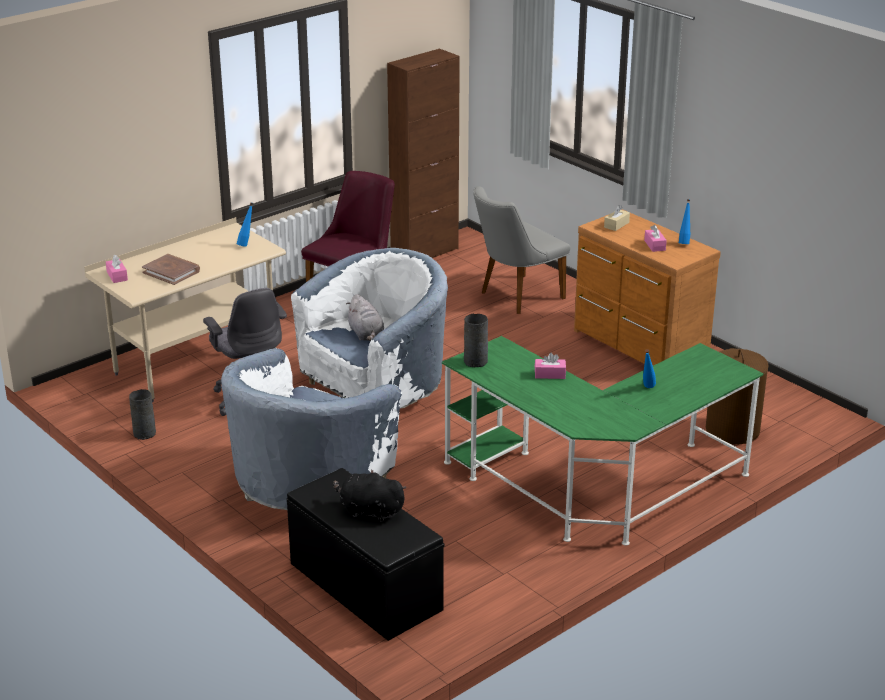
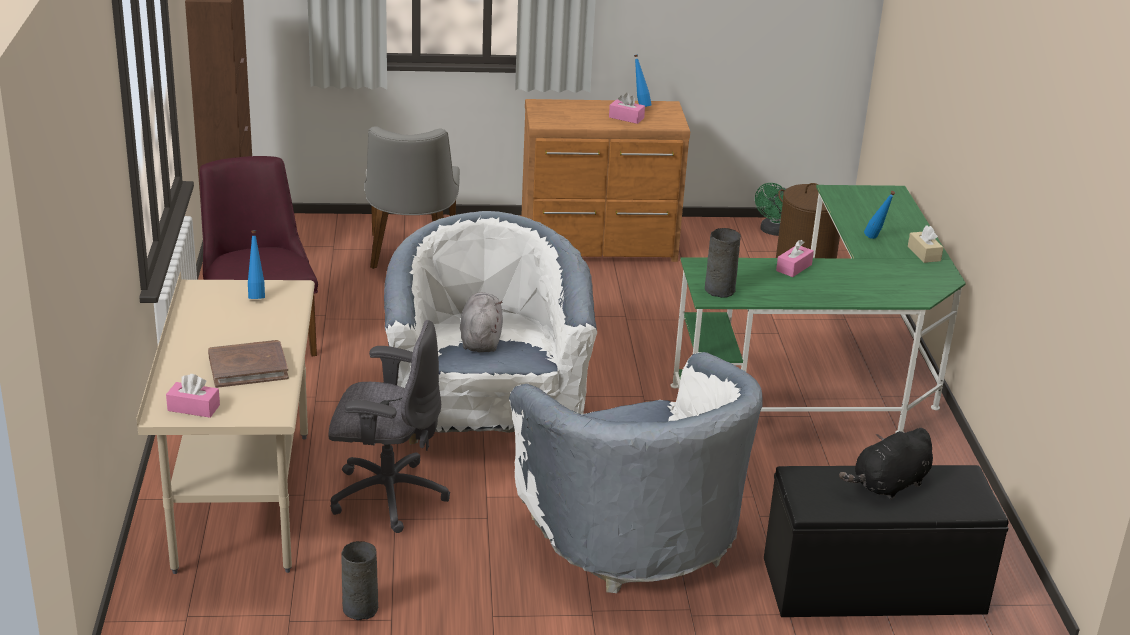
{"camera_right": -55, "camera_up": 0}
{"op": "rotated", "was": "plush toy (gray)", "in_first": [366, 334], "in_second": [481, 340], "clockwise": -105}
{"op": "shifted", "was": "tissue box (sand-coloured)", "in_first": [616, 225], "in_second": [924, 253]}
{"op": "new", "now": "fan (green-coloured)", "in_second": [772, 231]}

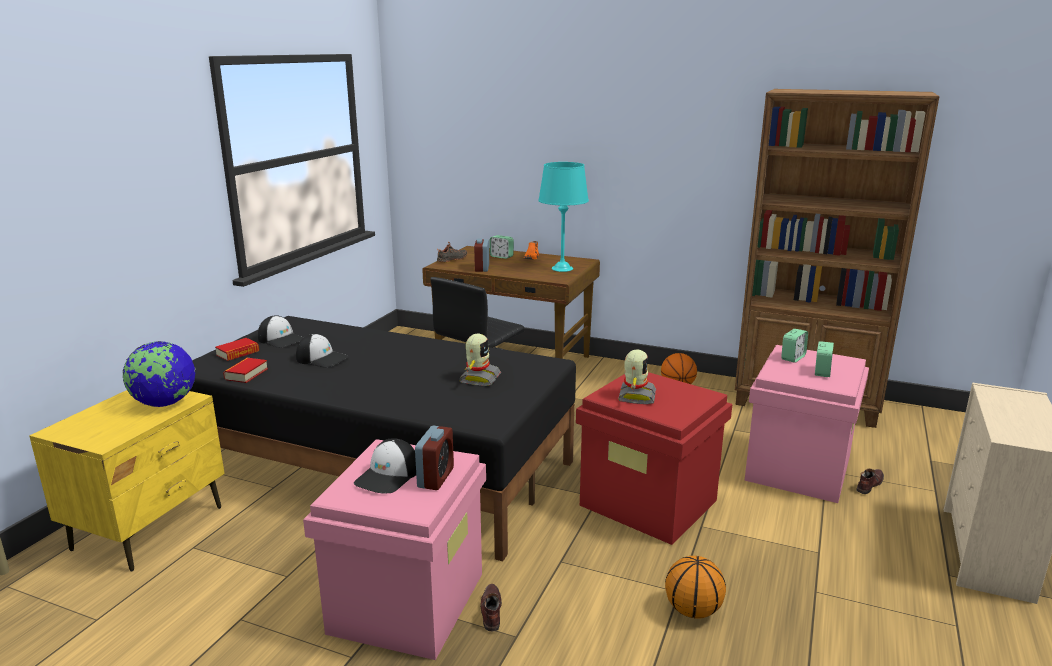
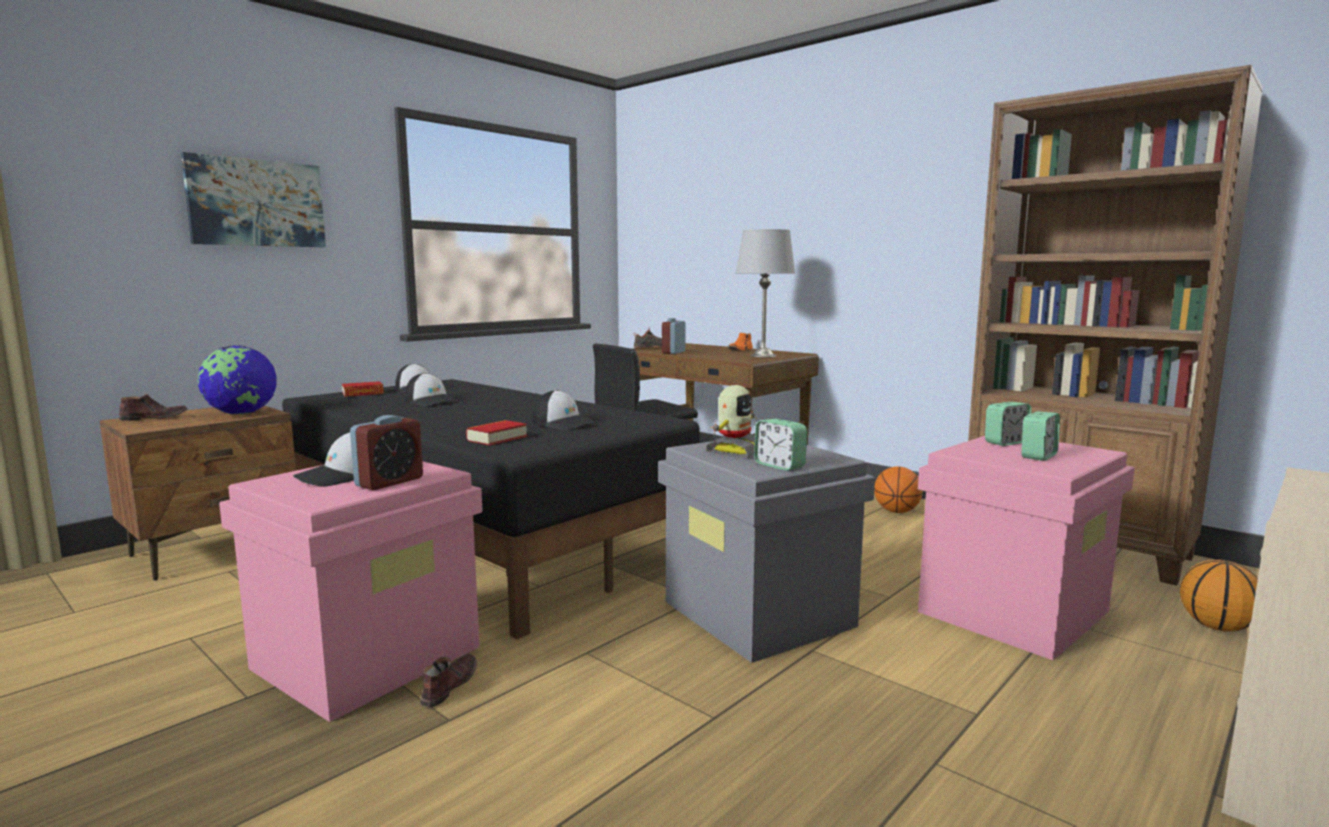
{"camera_right": 20, "camera_up": -10}
{"op": "repainted", "was": "bedside table (yellow-coloured)", "now": "bedside table (brownish)", "in_first": [150, 527], "in_second": [214, 550]}
{"op": "shifted", "was": "volume", "in_first": [246, 374], "in_second": [497, 438]}
{"op": "swapped", "was": "robot figure", "now": "peaked cap", "in_first": [479, 378], "in_second": [564, 423]}
{"op": "shifted", "was": "alarm clock", "in_first": [501, 256], "in_second": [779, 466]}
{"op": "repainted", "was": "tabletop lamp (turquoise-coloured)", "now": "tabletop lamp (gray)", "in_first": [562, 268], "in_second": [763, 356]}
{"op": "repainted", "was": "storage container (red)", "now": "storage container (gray)", "in_first": [649, 503], "in_second": [760, 614]}
{"op": "shifted", "was": "ball for basketball", "in_first": [692, 610], "in_second": [1216, 627]}
{"op": "shifted", "was": "shoe (brownish)", "in_first": [869, 484], "in_second": [154, 418]}
{"op": "new", "now": "picture", "in_second": [256, 203]}

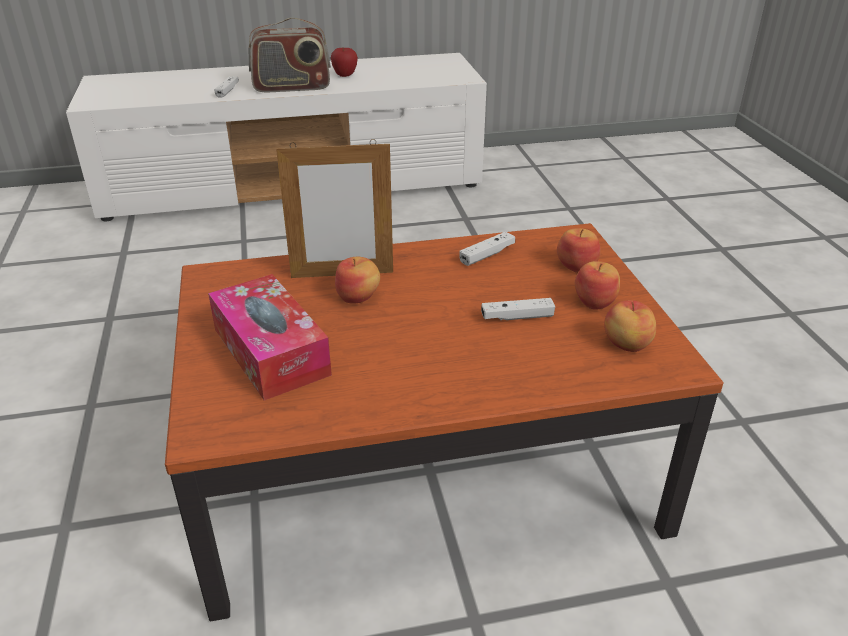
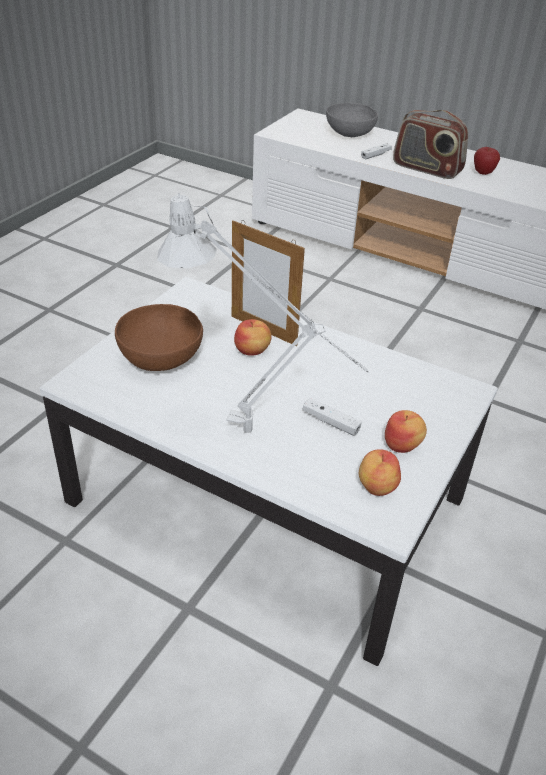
{"camera_right": 40, "camera_up": 5}
{"op": "repainted", "was": "coffee table (brownish)", "now": "coffee table (whitish)", "in_first": [424, 466], "in_second": [268, 500]}
{"op": "swapped", "was": "tissue box", "now": "serving bowl (brownish)", "in_first": [271, 351], "in_second": [160, 356]}
{"op": "gone", "was": "joypad (whitish)", "in_first": [487, 255]}
{"op": "gone", "was": "whole apple", "in_first": [577, 266]}
{"op": "new", "now": "tabletop lamp (gray)", "in_second": [260, 435]}
{"op": "new", "now": "serving bowl (gray)", "in_second": [349, 133]}

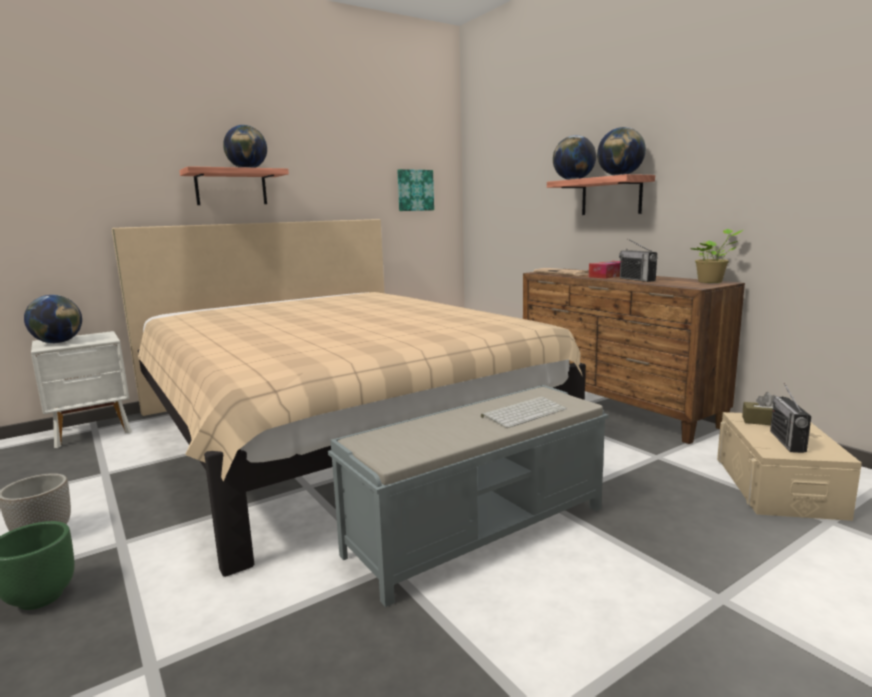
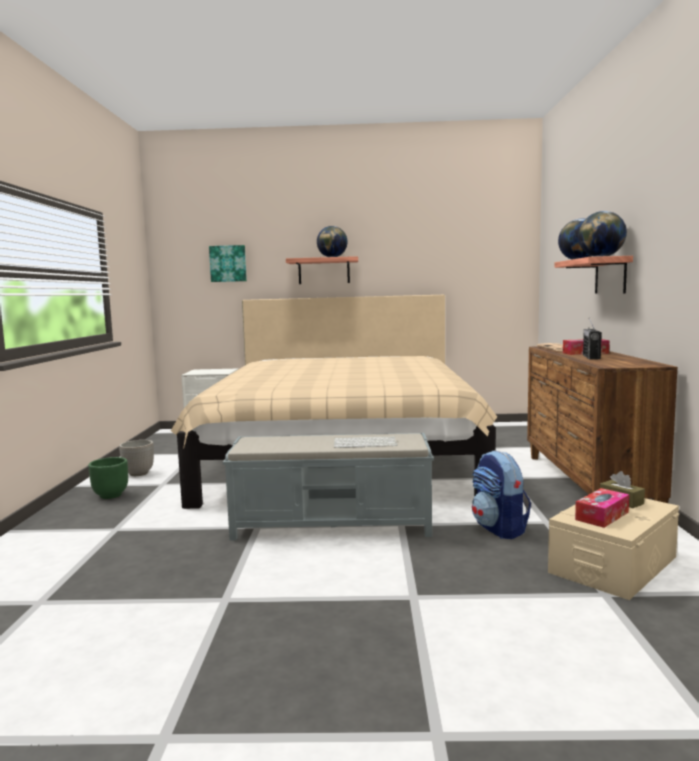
{"camera_right": 35, "camera_up": -5}
{"op": "gone", "was": "globe", "in_first": [58, 342]}
{"op": "shifted", "was": "picture", "in_first": [415, 190], "in_second": [228, 263]}
{"op": "gone", "was": "potted plant", "in_first": [712, 282]}
{"op": "swapped", "was": "radio set", "now": "tissue box", "in_first": [787, 441], "in_second": [602, 516]}
{"op": "new", "now": "knapsack", "in_second": [499, 529]}

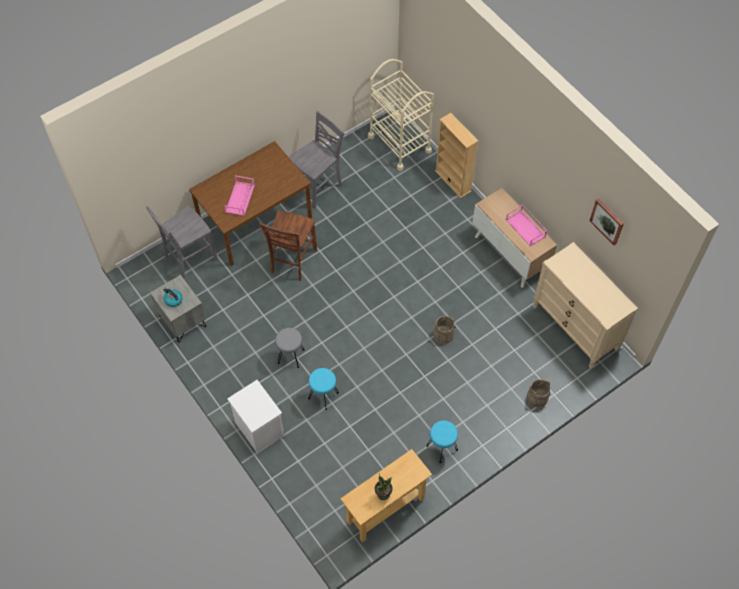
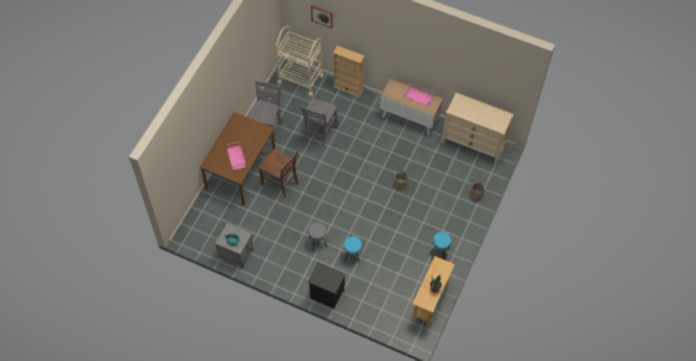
{"camera_right": -30, "camera_up": 0}
{"op": "shifted", "was": "plain chair (gray)", "in_first": [189, 258], "in_second": [319, 133]}
{"op": "repainted", "was": "bedside table (whitish)", "now": "bedside table (black)", "in_first": [258, 429], "in_second": [326, 294]}
{"op": "rotated", "was": "plain chair (brownish)", "in_first": [292, 261], "in_second": [280, 184], "clockwise": -45}
{"op": "shifted", "was": "picture", "in_first": [607, 221], "in_second": [322, 15]}

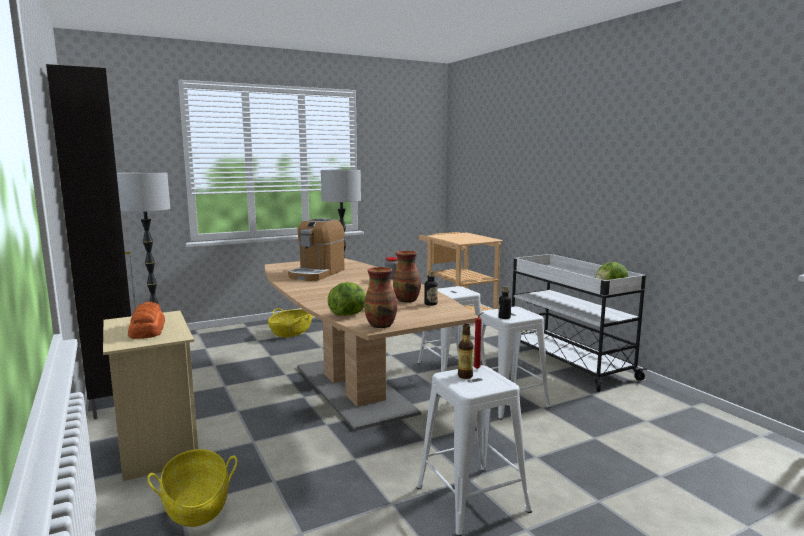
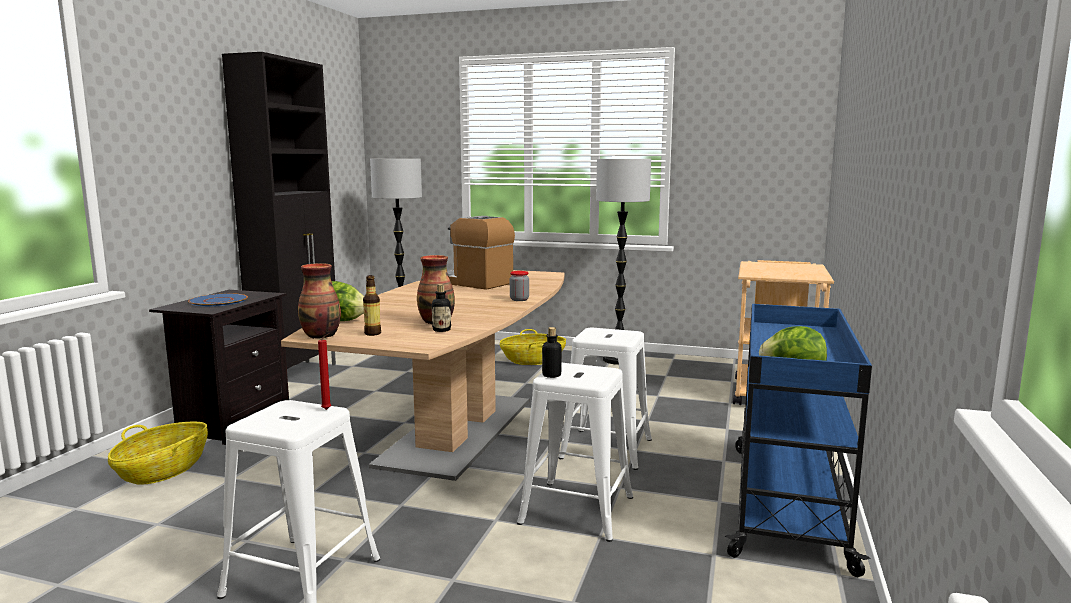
{"camera_right": 45, "camera_up": 0}
{"op": "repainted", "was": "bedside table (sand-coloured)", "now": "bedside table (black)", "in_first": [157, 450], "in_second": [232, 422]}
{"op": "swapped", "was": "baked bread", "now": "dinner plate (blue)", "in_first": [147, 329], "in_second": [218, 301]}
{"op": "rotated", "was": "coffee machine", "in_first": [317, 273], "in_second": [473, 283], "clockwise": 60}
{"op": "shifted", "was": "beverage bottle", "in_first": [465, 376], "in_second": [372, 333]}
{"op": "repainted", "was": "trolley (whitish)", "now": "trolley (blue)", "in_first": [566, 362], "in_second": [787, 502]}

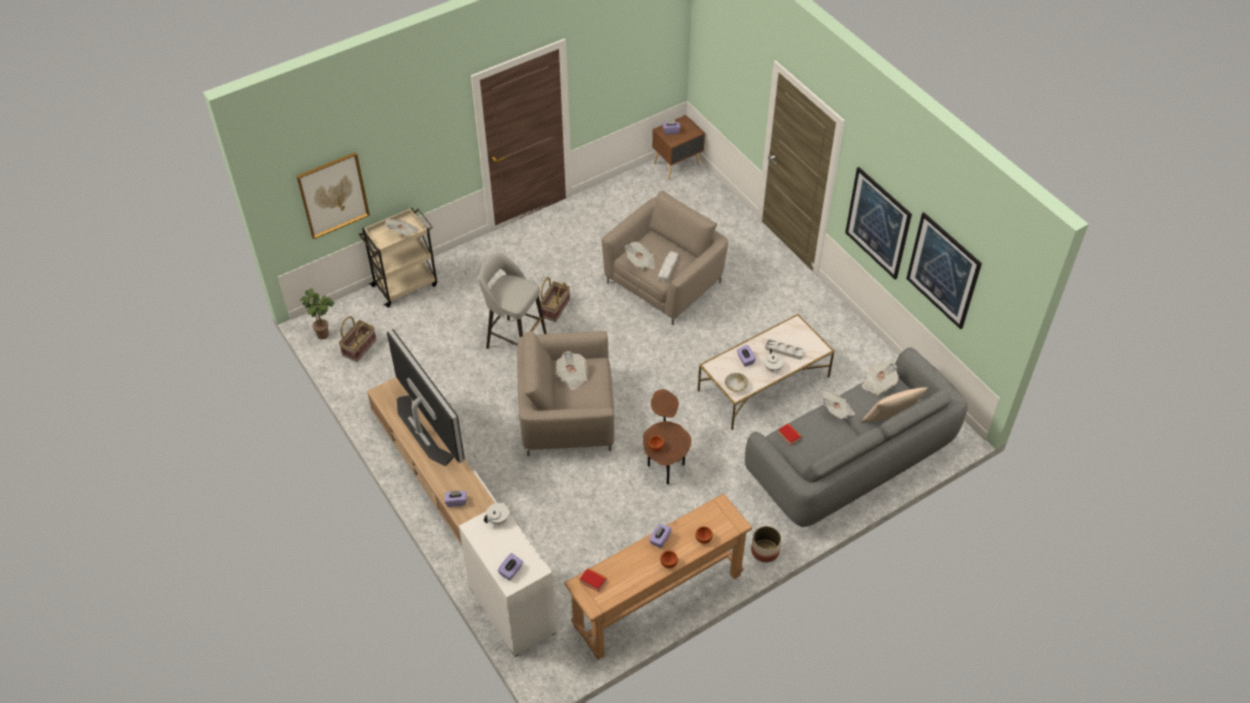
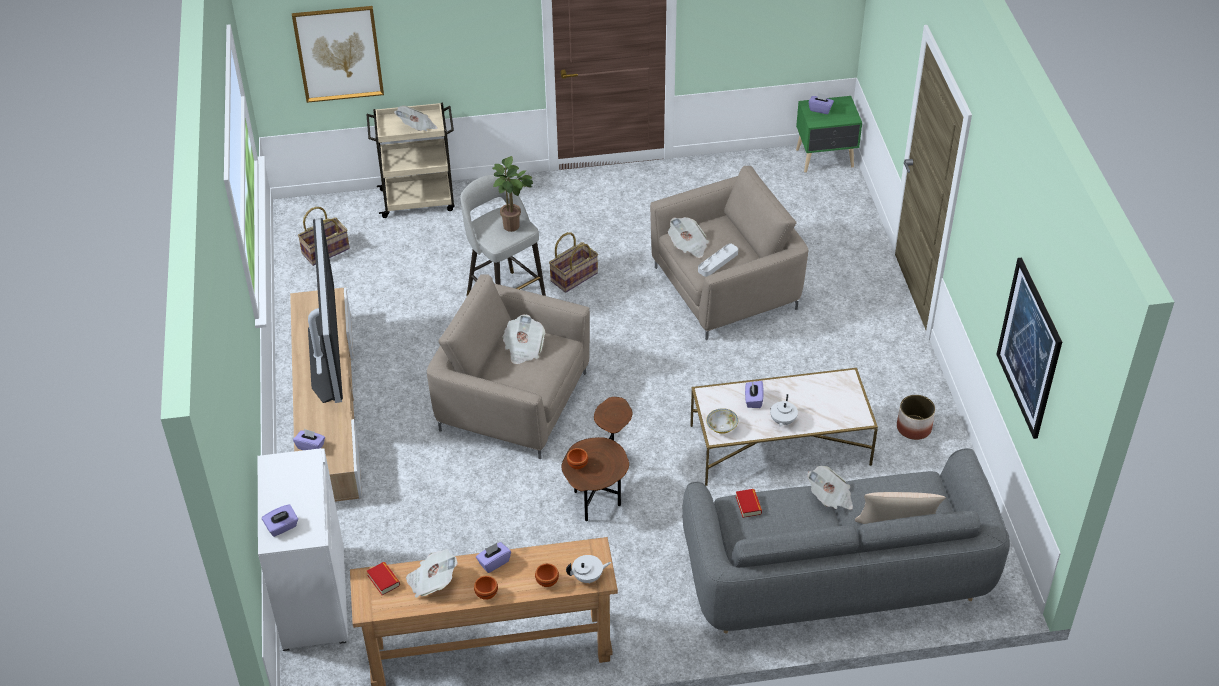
{"camera_right": 25, "camera_up": -5}
{"op": "shifted", "was": "potted plant", "in_first": [325, 335], "in_second": [513, 227]}
{"op": "shifted", "was": "pot for tea (whitish)", "in_first": [498, 519], "in_second": [588, 577]}
{"op": "repainted", "was": "bedside table (brownish)", "now": "bedside table (green-coloured)", "in_first": [677, 164], "in_second": [826, 159]}
{"op": "shifted", "was": "flower pot", "in_first": [765, 551], "in_second": [913, 428]}
{"op": "gone", "was": "carrying tray (gray)", "in_first": [784, 351]}
{"op": "gone", "was": "picture", "in_first": [878, 223]}
{"op": "shifted", "was": "newspaper", "in_first": [878, 384], "in_second": [432, 581]}

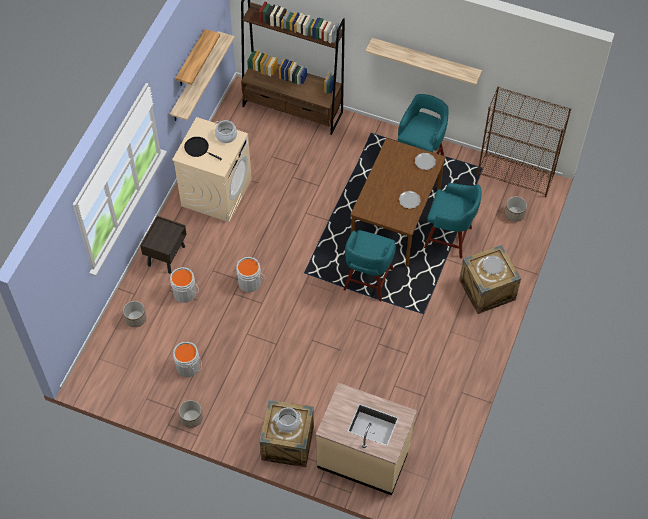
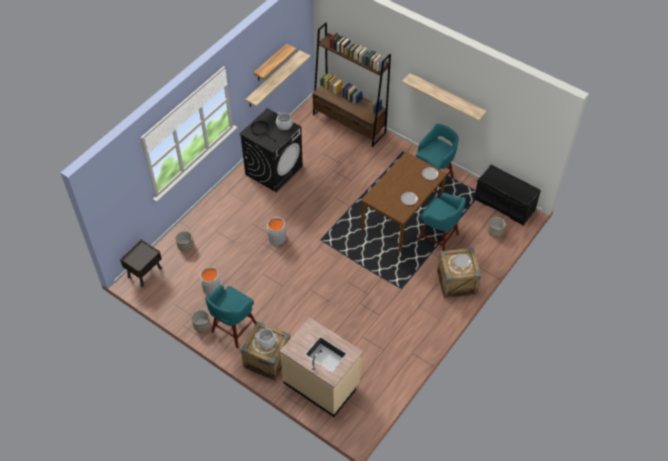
{"camera_right": 15, "camera_up": -5}
{"op": "shifted", "was": "bedside table (brownish)", "in_first": [166, 255], "in_second": [145, 272]}
{"op": "gone", "was": "water bucket (gray)", "in_first": [186, 292]}
{"op": "repainted", "was": "laundry machine (sand-coloured)", "now": "laundry machine (black)", "in_first": [216, 192], "in_second": [274, 170]}
{"op": "shifted", "was": "stool seat (turquoise-coloured)", "in_first": [367, 281], "in_second": [233, 329]}
{"op": "swapped", "was": "bookcase (brownish)", "now": "indoor bench (black)", "in_first": [515, 176], "in_second": [504, 204]}

